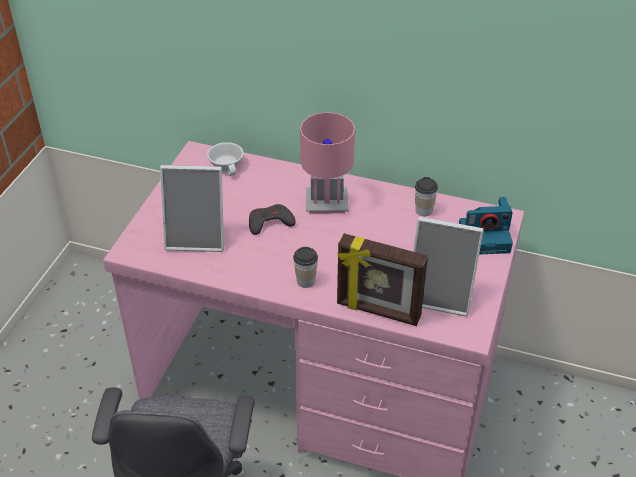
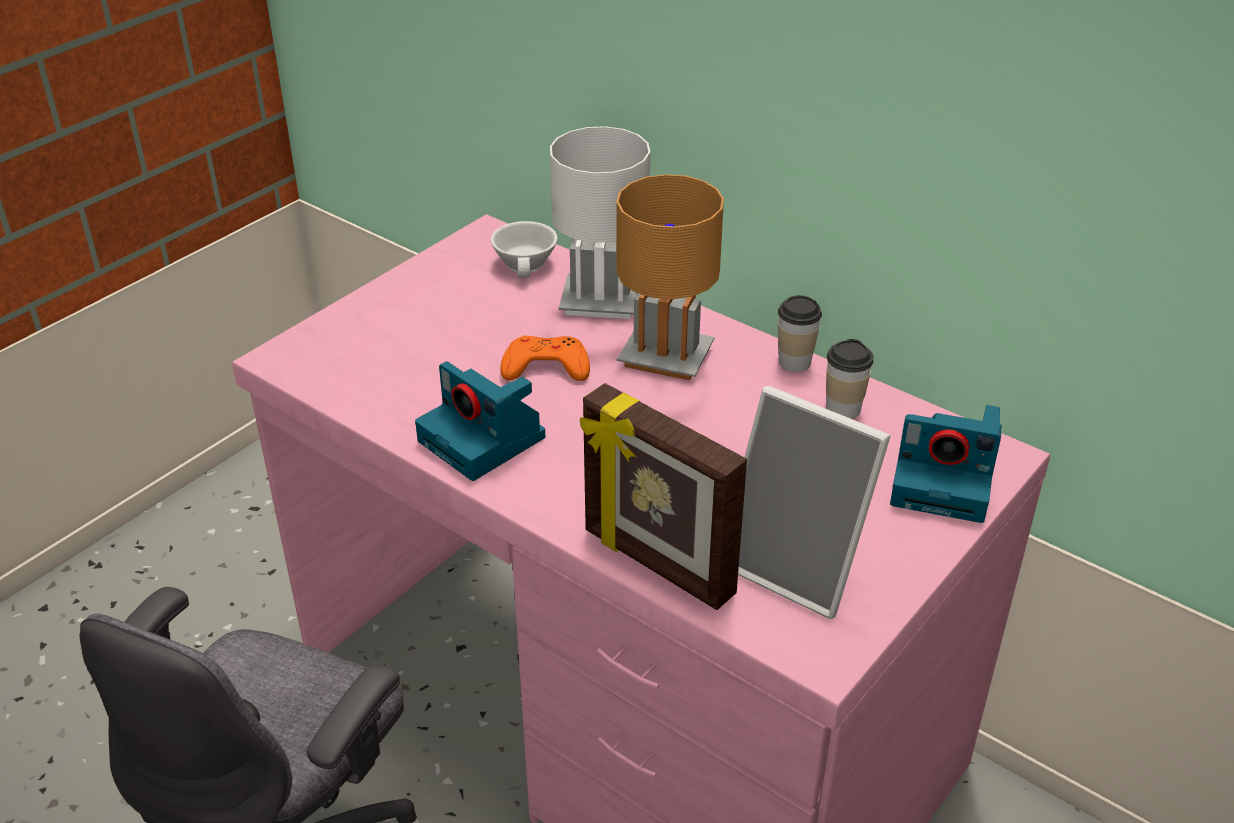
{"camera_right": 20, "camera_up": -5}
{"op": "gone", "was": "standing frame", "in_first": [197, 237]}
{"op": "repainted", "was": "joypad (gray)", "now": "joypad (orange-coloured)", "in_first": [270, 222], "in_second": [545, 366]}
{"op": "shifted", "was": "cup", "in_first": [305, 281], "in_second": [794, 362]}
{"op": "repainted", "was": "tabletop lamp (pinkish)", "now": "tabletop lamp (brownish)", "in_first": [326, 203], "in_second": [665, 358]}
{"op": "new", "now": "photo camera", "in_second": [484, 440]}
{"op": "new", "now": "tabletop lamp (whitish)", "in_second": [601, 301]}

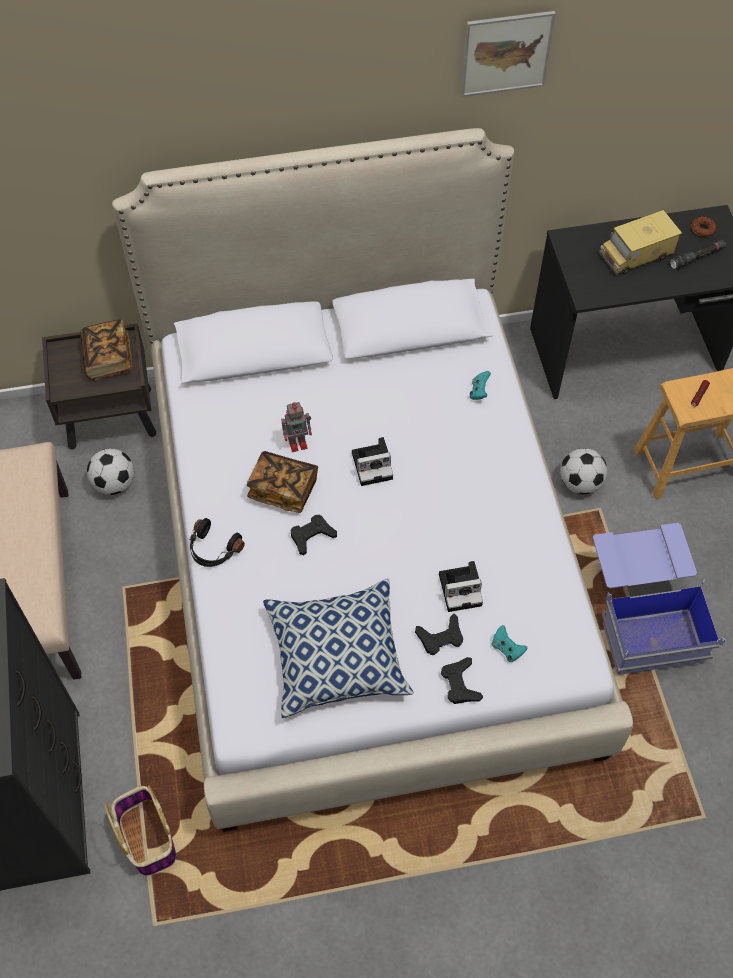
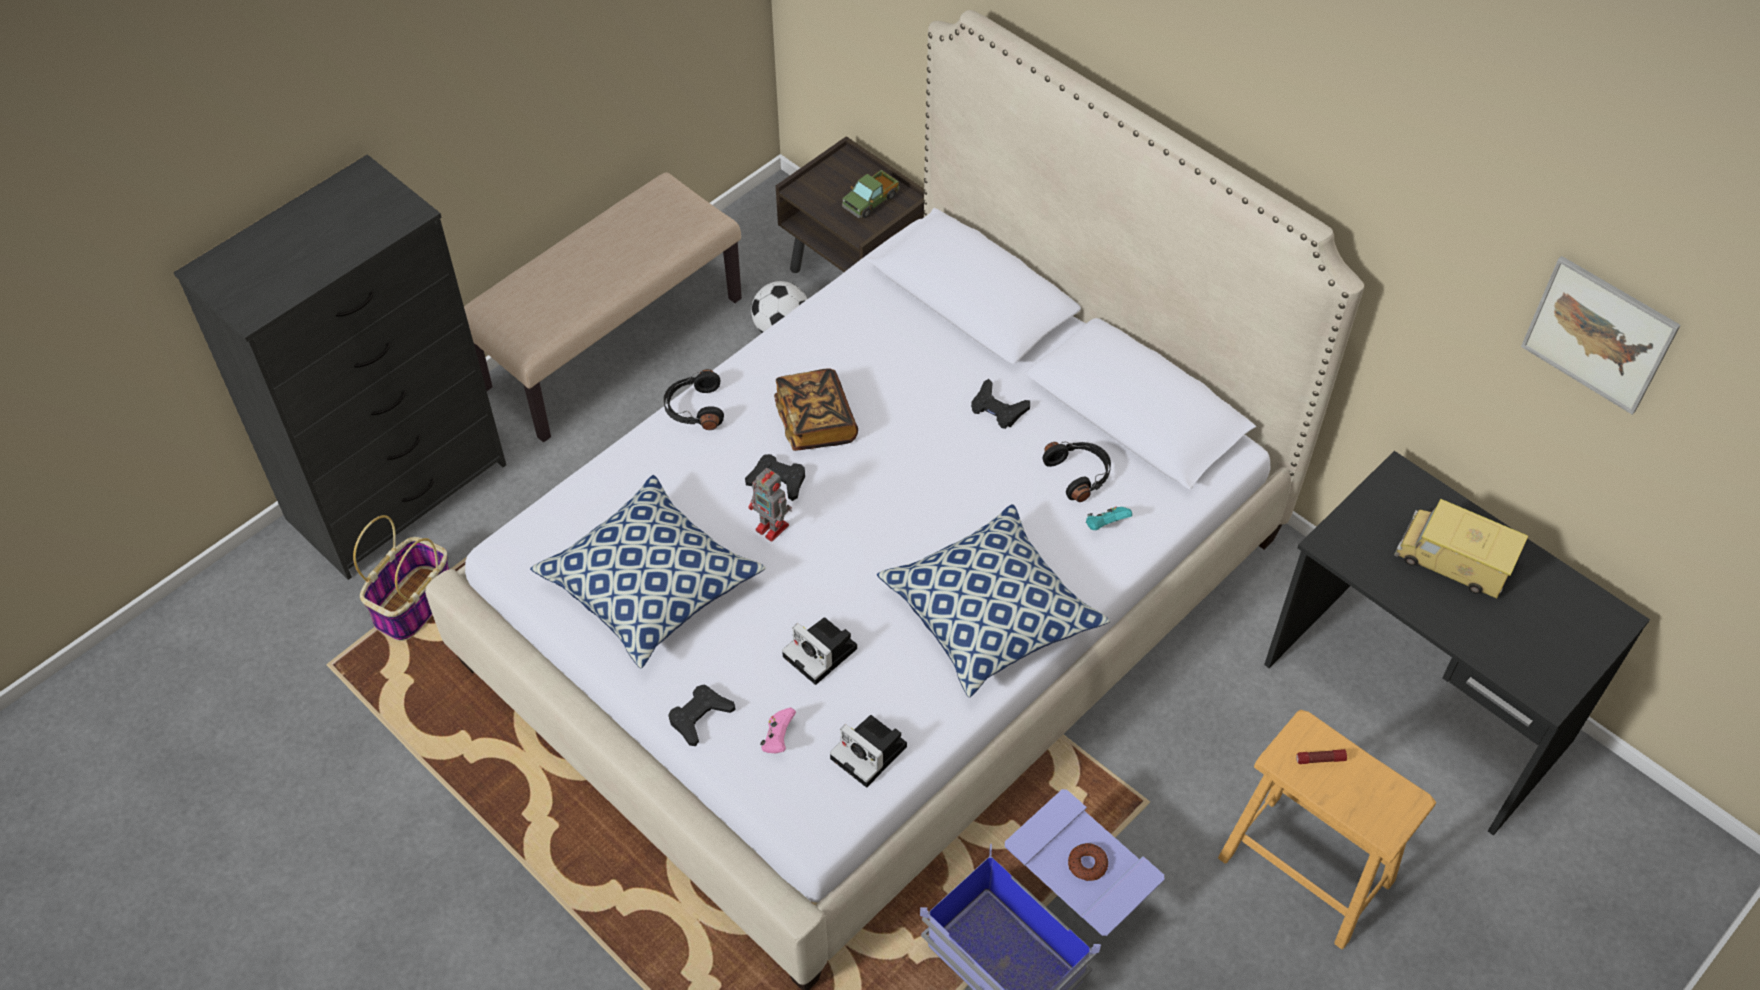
{"camera_right": 55, "camera_up": -5}
{"op": "swapped", "was": "volume", "now": "toy lorry", "in_first": [108, 358], "in_second": [870, 201]}
{"op": "shifted", "was": "robot figure", "in_first": [298, 442], "in_second": [773, 528]}
{"op": "shifted", "was": "photo camera", "in_first": [374, 465], "in_second": [871, 753]}
{"op": "shifted", "was": "joypad (black)", "in_first": [440, 637], "in_second": [998, 409]}
{"op": "shifted", "was": "picture", "in_first": [506, 53], "in_second": [1599, 334]}
{"op": "repainted", "was": "joypad (turquoise-coloured)", "now": "joypad (pinkish)", "in_first": [507, 649], "in_second": [778, 739]}
{"op": "gone", "was": "football", "in_first": [580, 483]}
{"op": "gone", "was": "hand torch (black)", "in_first": [697, 257]}
{"op": "shifted", "was": "donut", "in_first": [703, 229], "in_second": [1087, 864]}
{"op": "new", "now": "throw pillow", "in_second": [990, 615]}
{"op": "new", "now": "headphones (black)", "in_second": [1079, 474]}

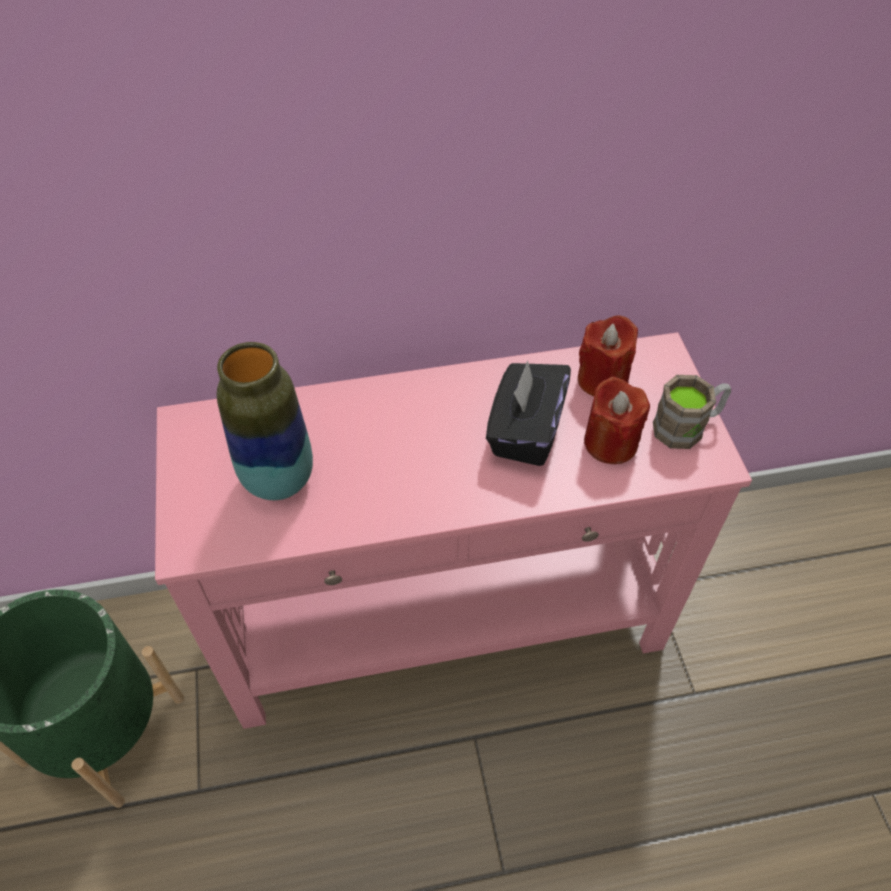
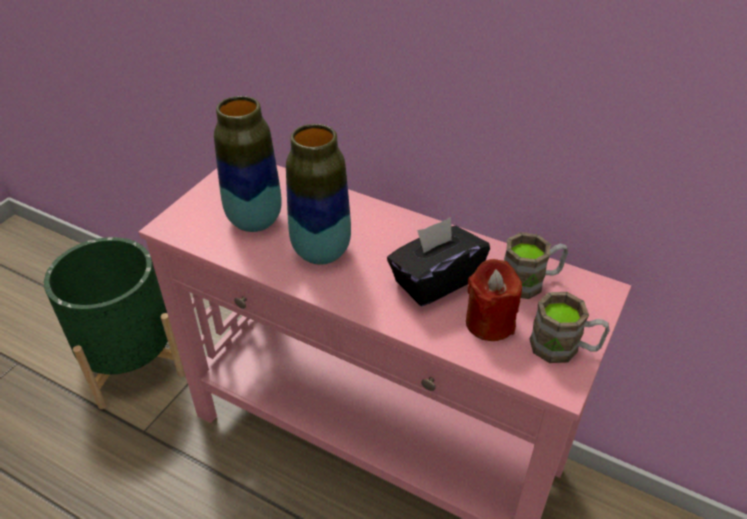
{"camera_right": 40, "camera_up": -10}
{"op": "swapped", "was": "wax light (red)", "now": "coffee mug (brownish)", "in_first": [602, 379], "in_second": [530, 282]}
{"op": "new", "now": "decorative vase", "in_second": [321, 252]}

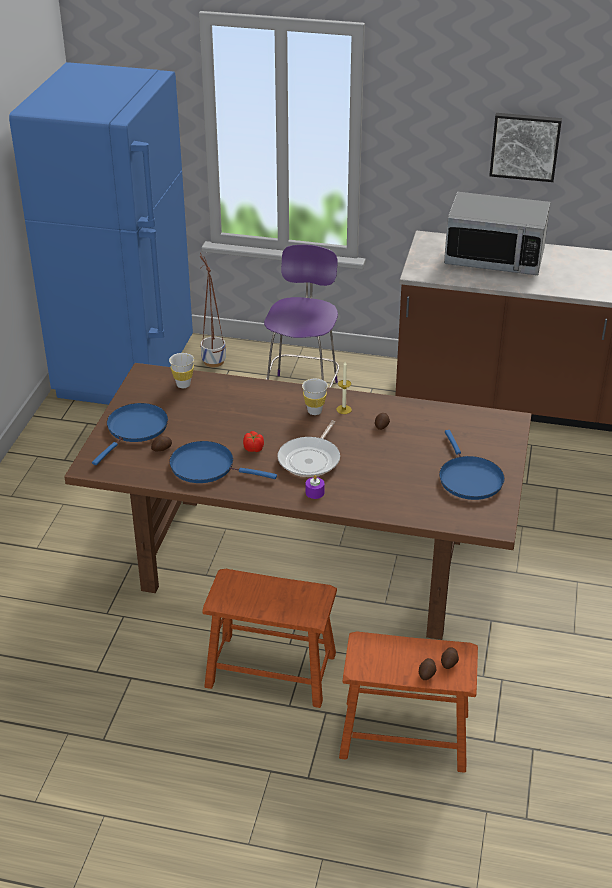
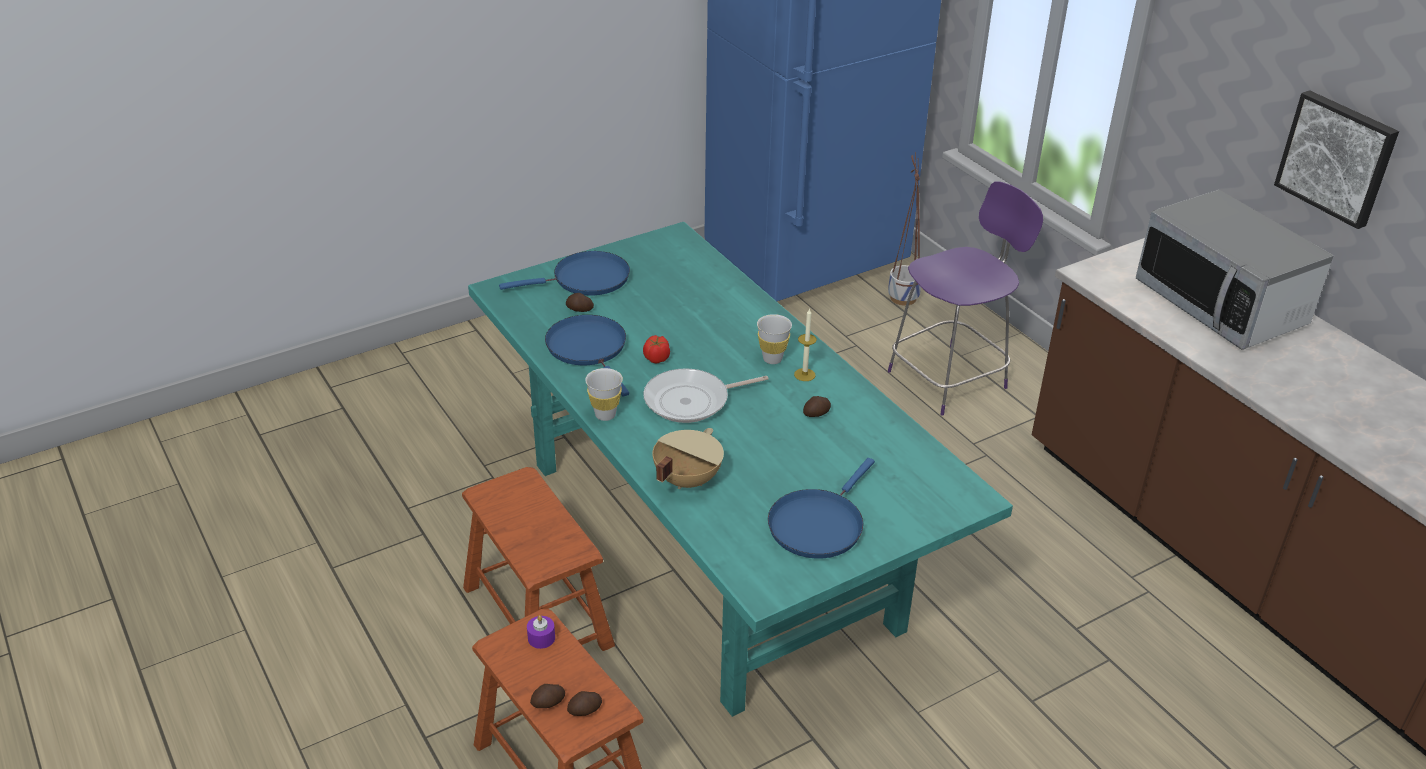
{"camera_right": 45, "camera_up": 0}
{"op": "repainted", "was": "kitchen table (brownish)", "now": "kitchen table (turquoise-coloured)", "in_first": [307, 564], "in_second": [711, 545]}
{"op": "shifted", "was": "cup (whitish)", "in_first": [183, 384], "in_second": [605, 415]}
{"op": "shifted", "was": "wax light (purple-coloured)", "in_first": [314, 492], "in_second": [541, 638]}
{"op": "new", "now": "cooking pot (sand-coloured)", "in_second": [686, 479]}

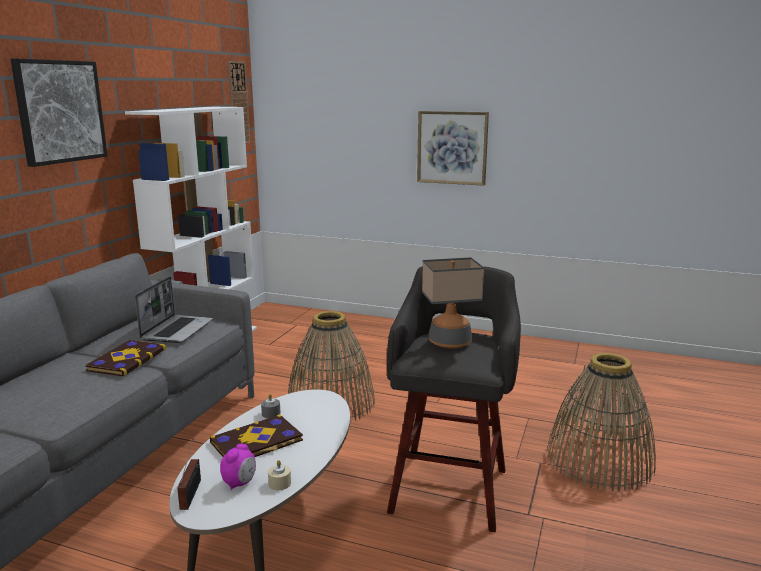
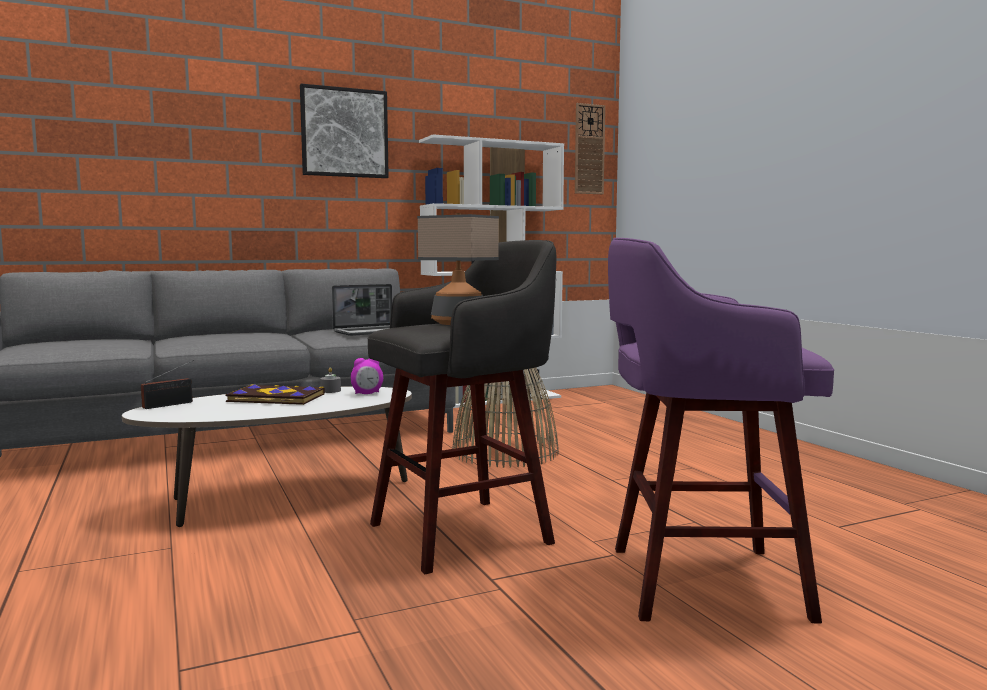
{"camera_right": 45, "camera_up": -10}
{"op": "gone", "was": "volume", "in_first": [126, 360]}
{"op": "shifted", "was": "alarm clock", "in_first": [240, 483], "in_second": [367, 393]}
{"op": "gone", "was": "wax light (sand-coloured)", "in_first": [279, 483]}
{"op": "gone", "was": "picture", "in_first": [452, 147]}
{"op": "swapped", "was": "basket", "now": "stool seat (purple-coloured)", "in_first": [599, 460], "in_second": [698, 582]}

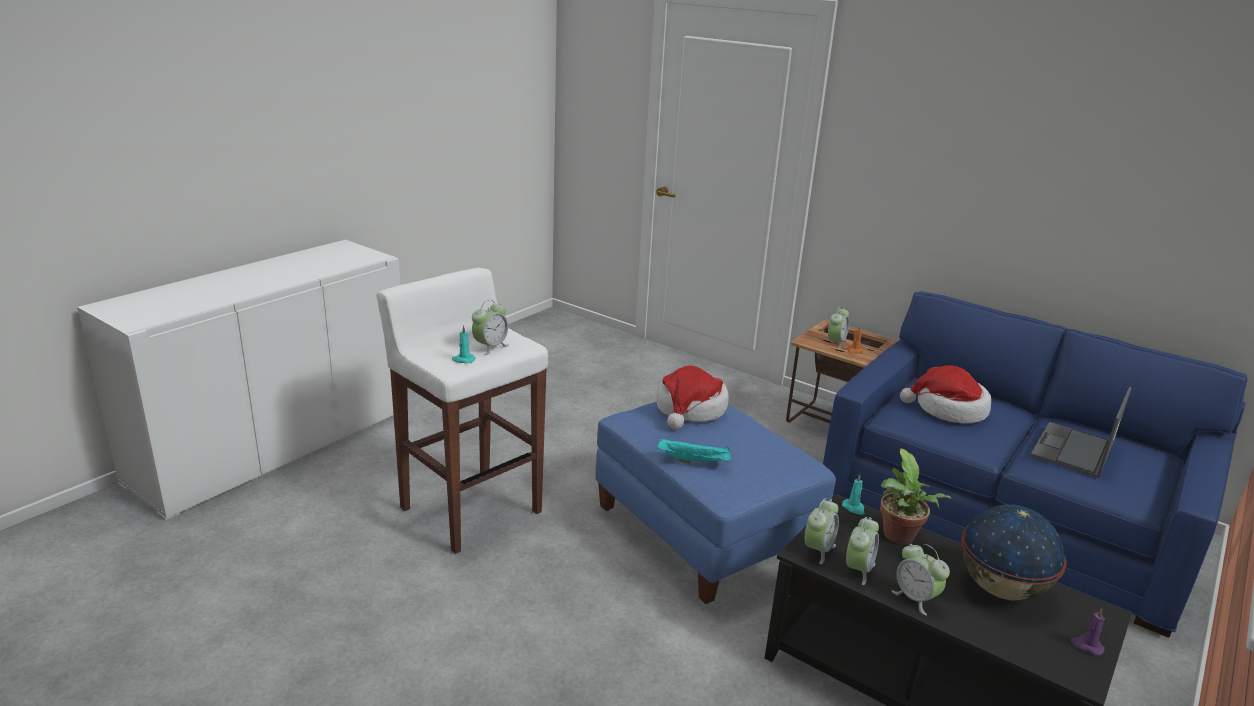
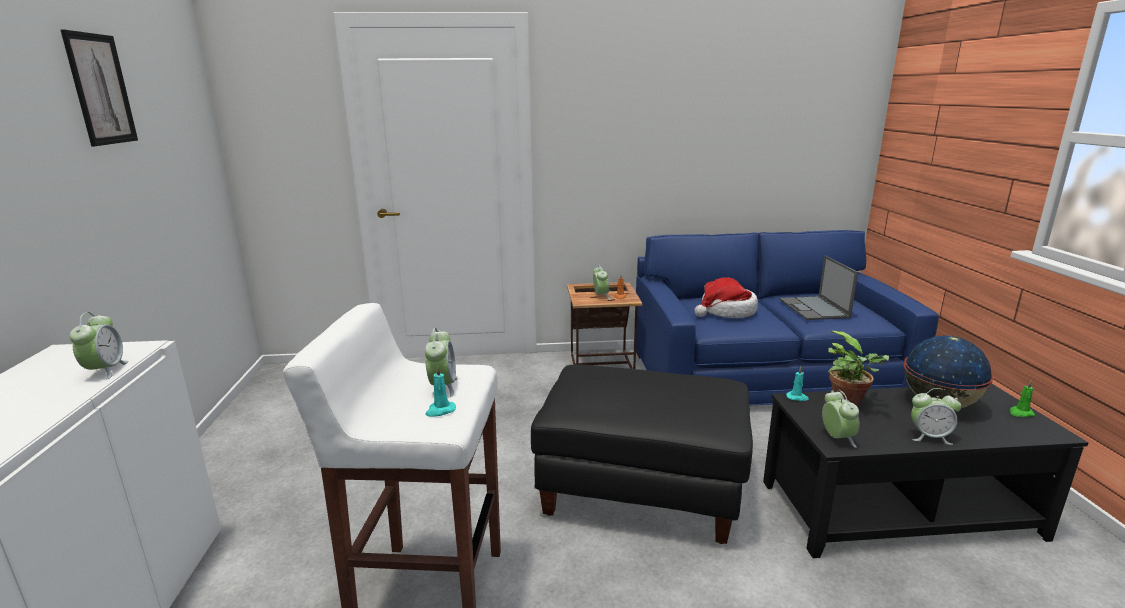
{"camera_right": -40, "camera_up": -5}
{"op": "repainted", "was": "ottoman (blue)", "now": "ottoman (black)", "in_first": [701, 533], "in_second": [641, 488]}
{"op": "gone", "was": "wearable hat", "in_first": [690, 409]}
{"op": "gone", "was": "carrying tray (turquoise-coloured)", "in_first": [694, 461]}
{"op": "shifted", "was": "alarm clock", "in_first": [858, 570], "in_second": [105, 371]}
{"op": "repainted", "was": "wax light (purple-coloured)", "now": "wax light (green-coloured)", "in_first": [1086, 646], "in_second": [1020, 413]}
{"op": "new", "now": "picture", "in_second": [100, 89]}

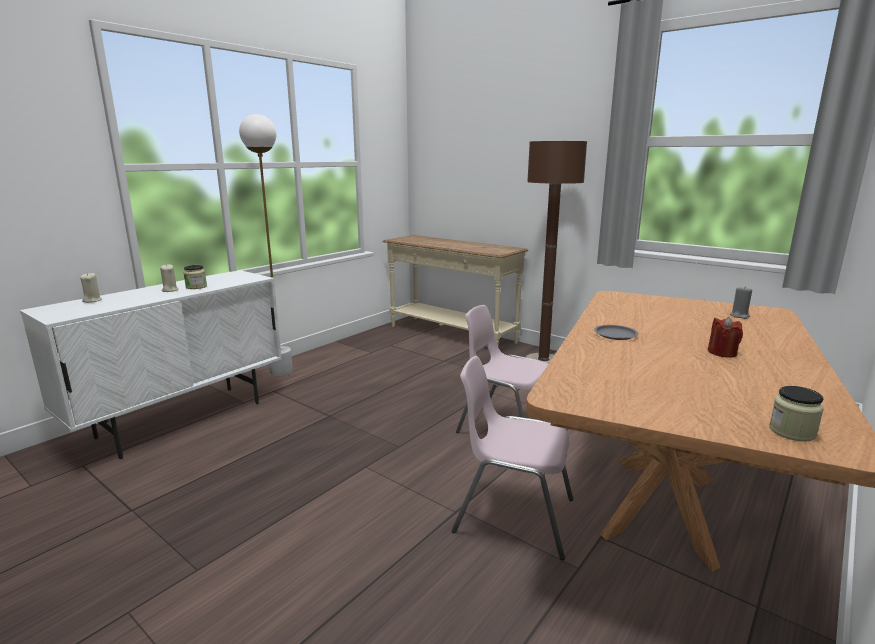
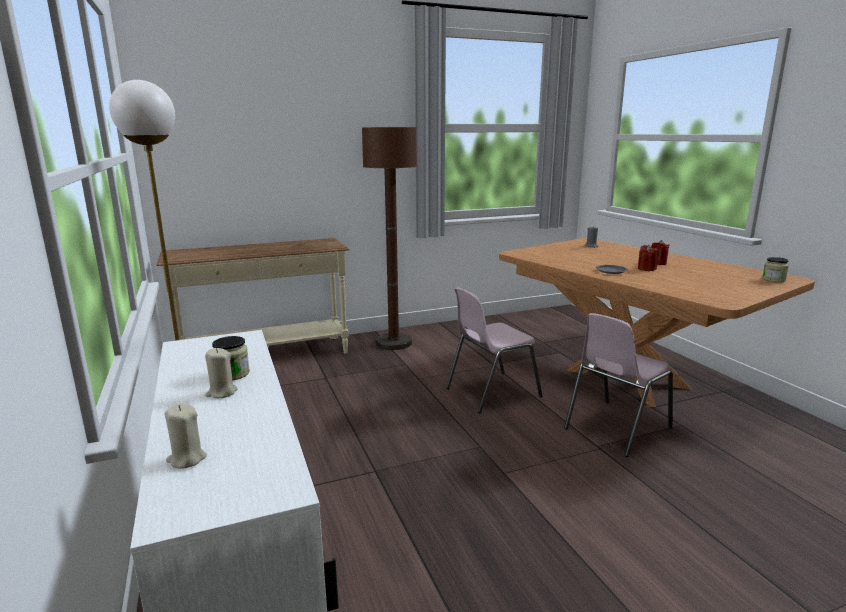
{"camera_right": -60, "camera_up": 0}
{"op": "new", "now": "wax light (red)", "in_second": [646, 269]}

